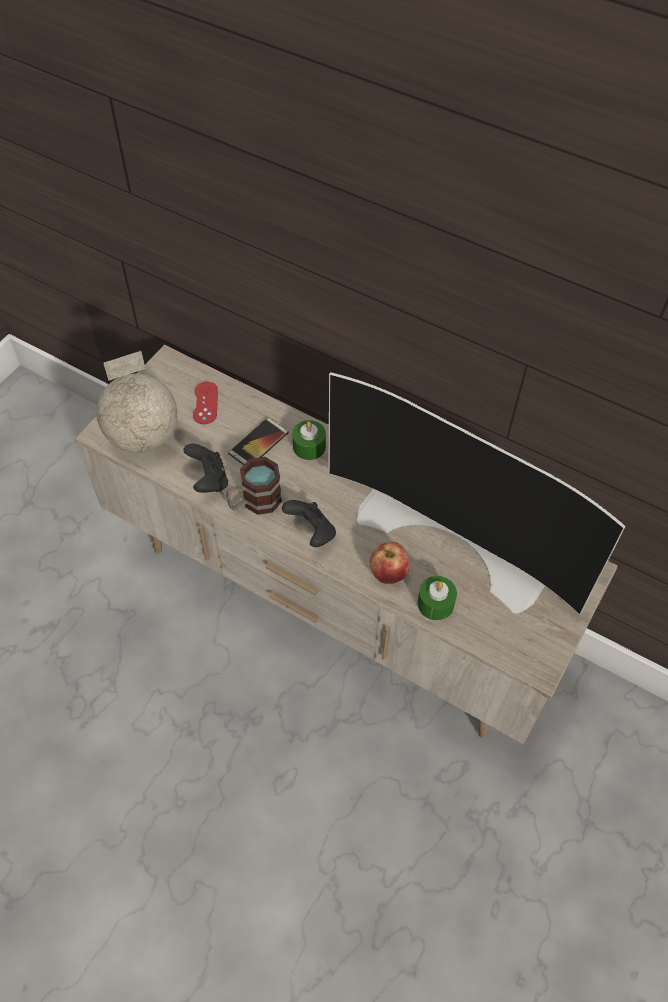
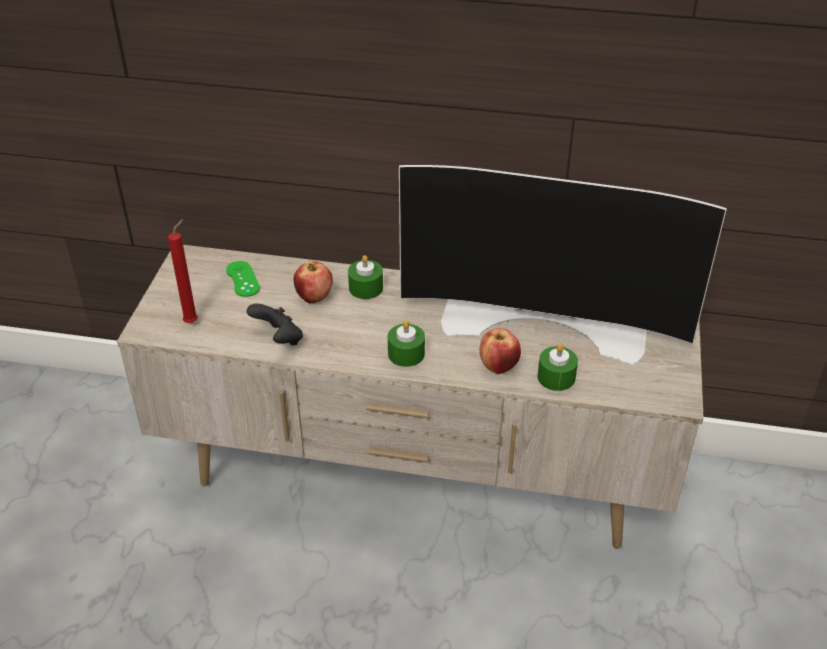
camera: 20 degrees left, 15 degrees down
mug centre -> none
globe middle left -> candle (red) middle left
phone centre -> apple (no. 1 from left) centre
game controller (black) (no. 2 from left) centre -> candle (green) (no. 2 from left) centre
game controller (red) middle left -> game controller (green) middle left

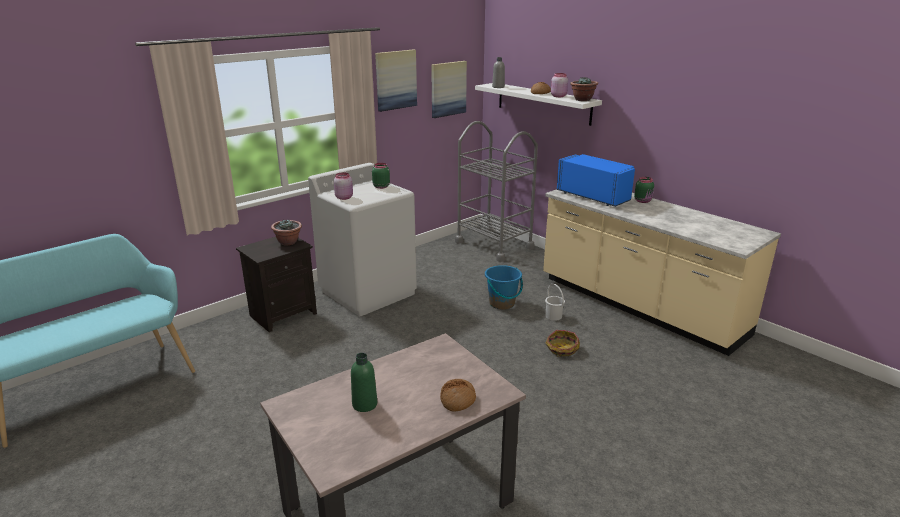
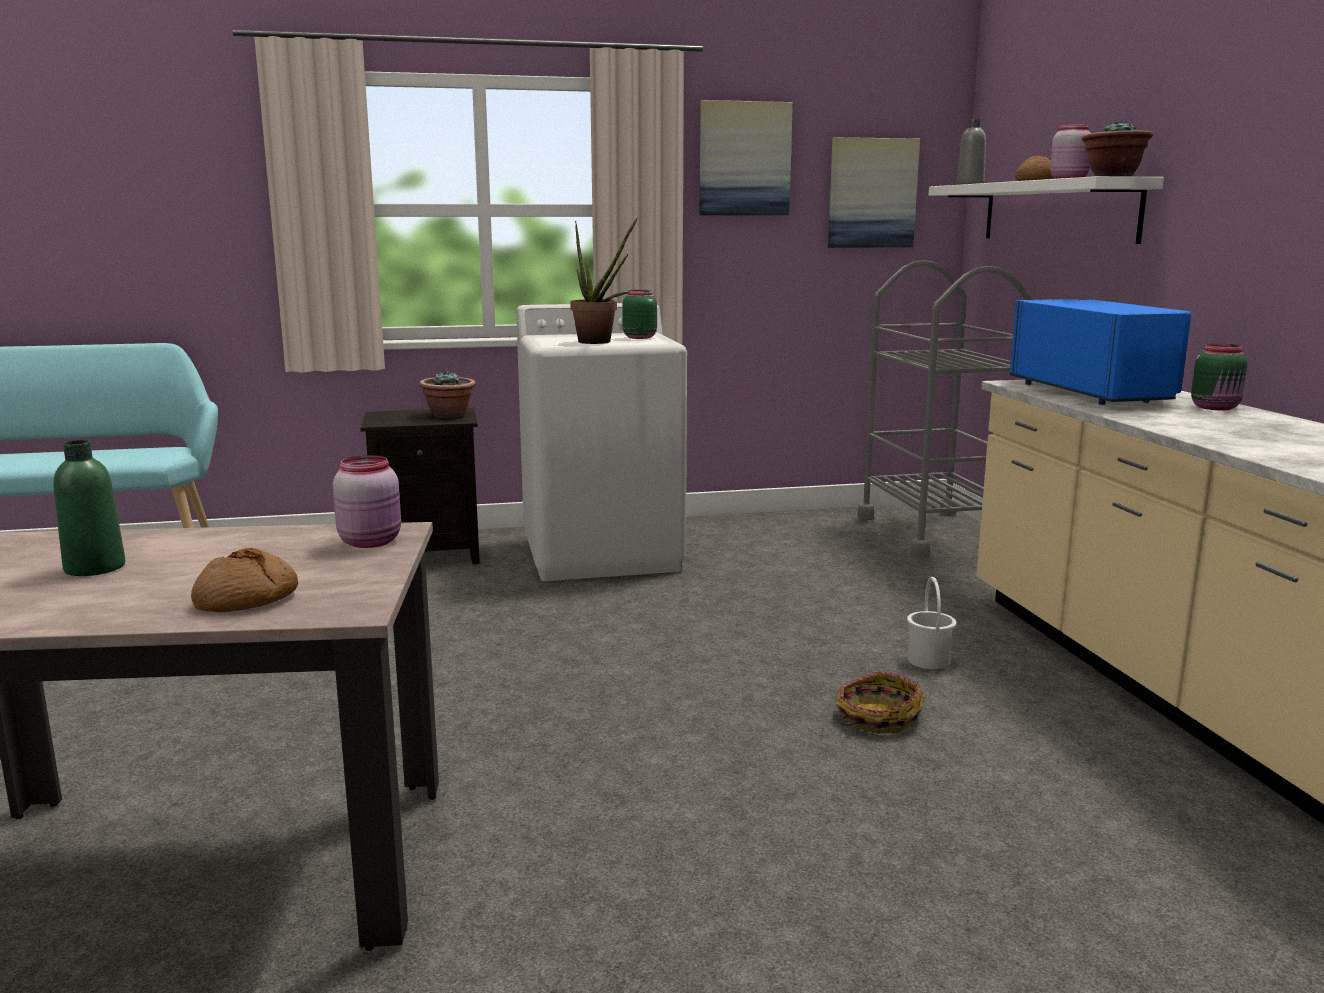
camera: 30 degrees right, 10 degrees down
bucket (blue) centre -> none
none -> potted plant (no. 2 from left) top centre
jar (pink) (no. 1 from left) centre -> jar (pink) (no. 1 from left) middle left, shifted

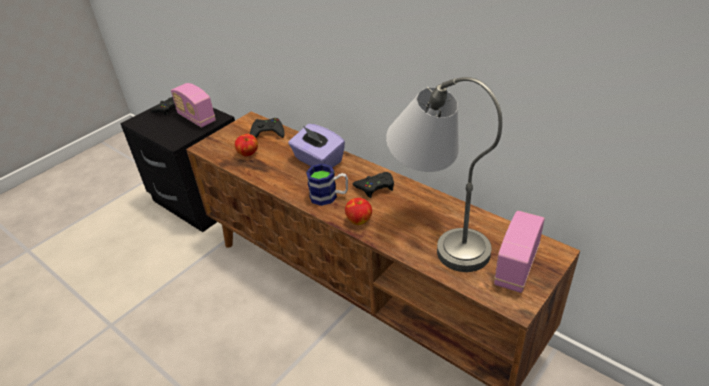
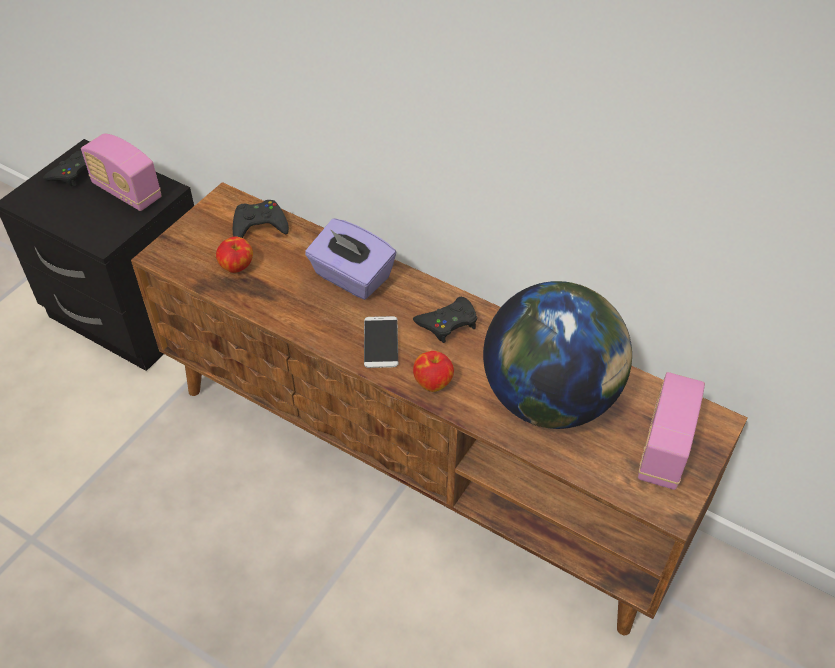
camera: 10 degrees left, 10 degrees up
mug centre -> phone centre
table lamp (grey) centre -> globe middle right

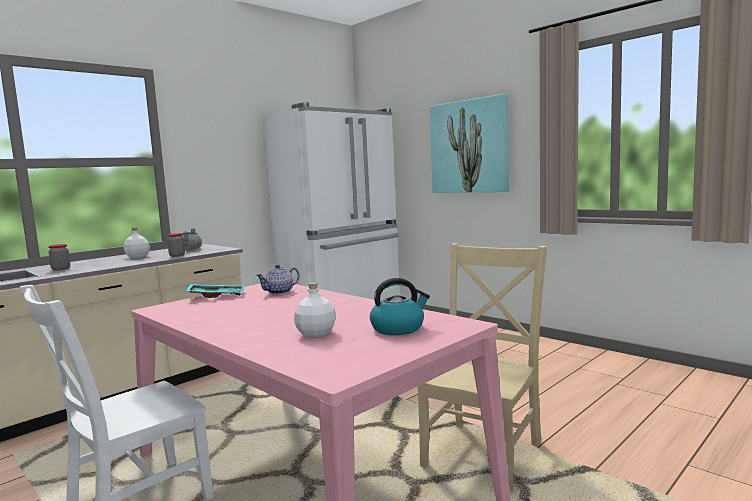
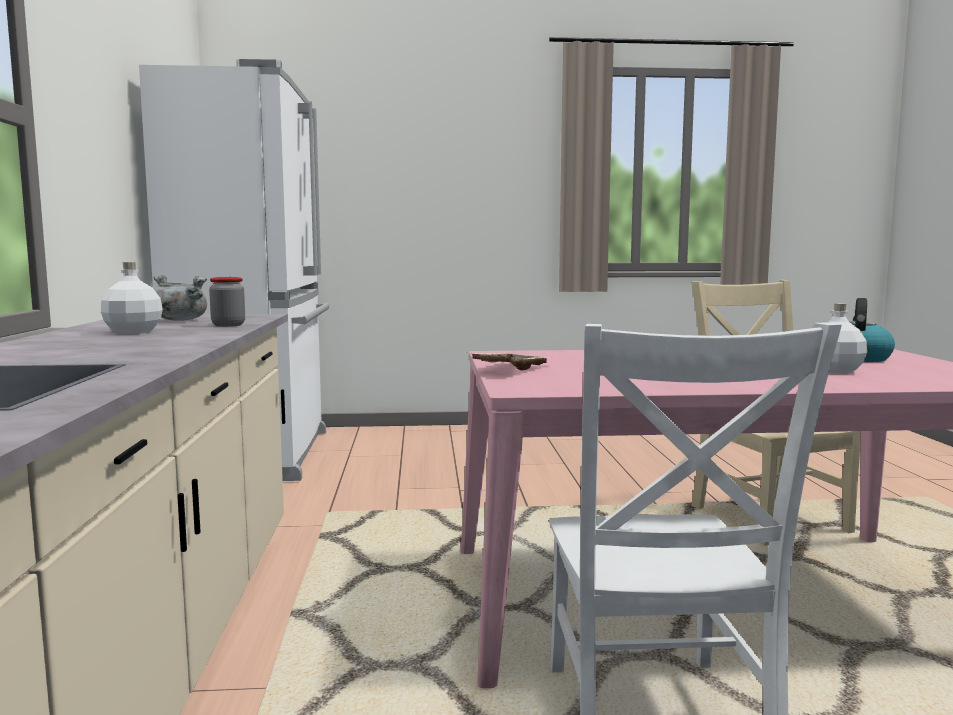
camera: 50 degrees left, 0 degrees up
jar (no. 1 from left) middle left -> none
teapot centre -> none
picture top centre -> none
tray (turquoise) middle left -> tray (beige) centre

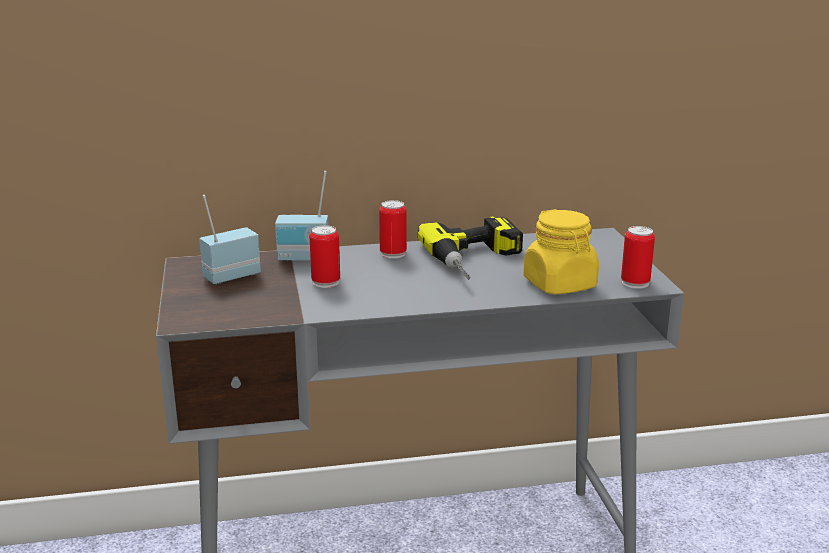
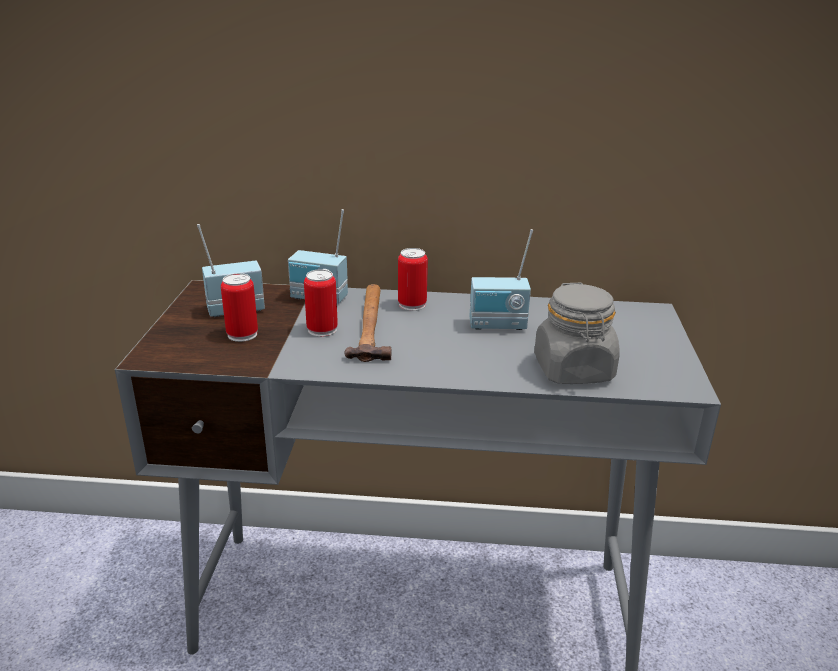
camera: 15 degrees right, 5 degrees up
none -> hammer centre
can (no. 3 from left in the first image) middle right -> can (no. 1 from left) middle left, shifted
power drill centre -> radio (no. 3 from left) centre
jar (yellow) middle right -> jar (grey) middle right

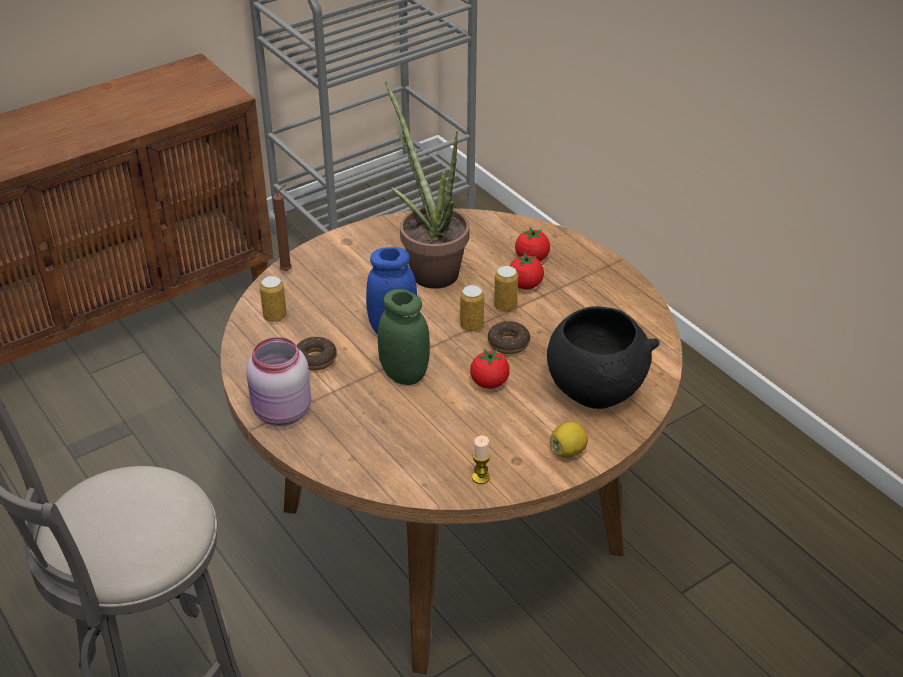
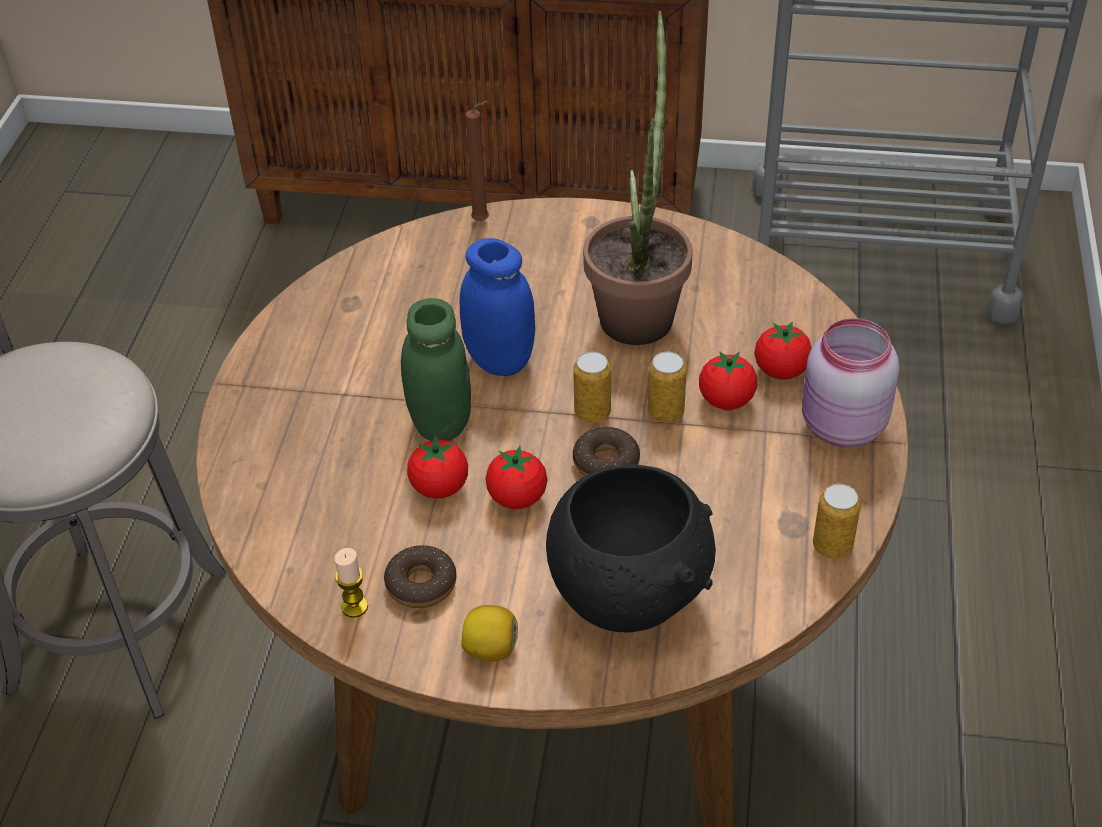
camera: 45 degrees right, 5 degrees up
none -> tomato (no. 1 from left) centre
jar (pink) middle left -> jar (pink) middle right, shifted
can (no. 1 from left in the first image) middle left -> can (no. 3 from left) middle right, shifted
donut (no. 1 from left) centre -> donut (no. 1 from left) bottom centre, shifted

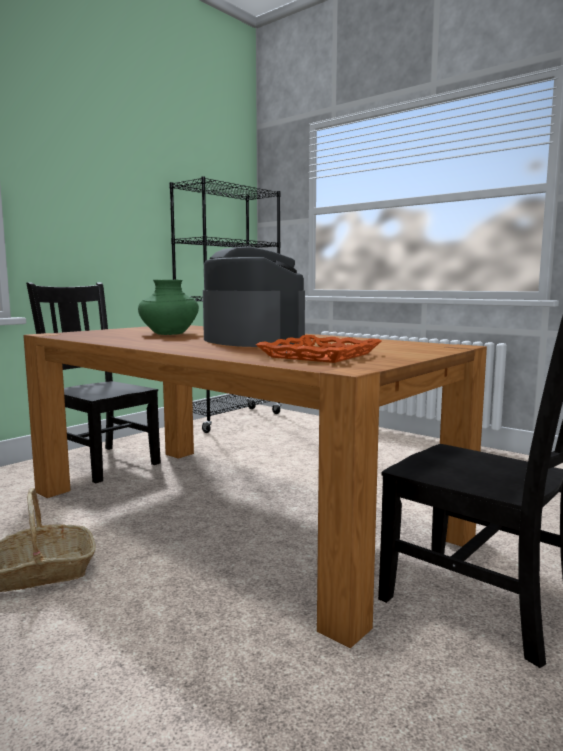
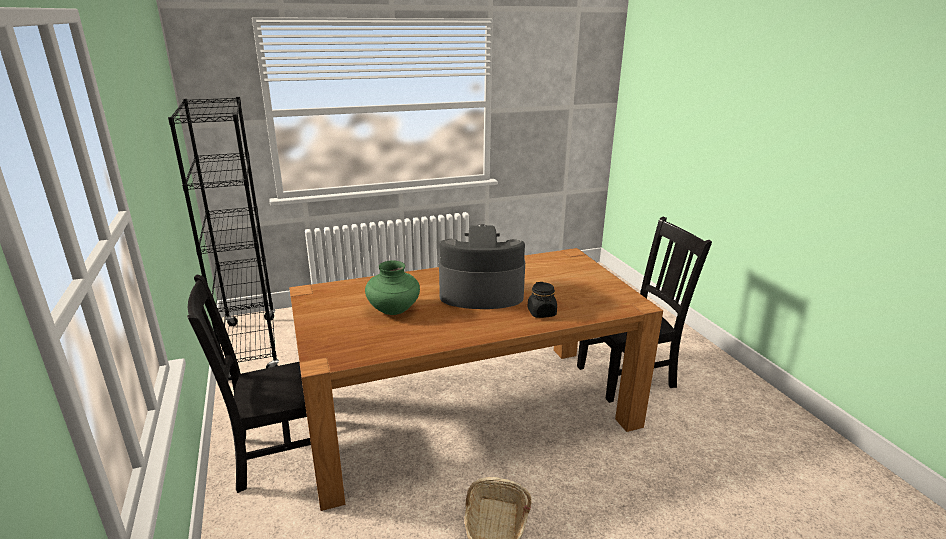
camera: 60 degrees left, 15 degrees up
tray (orange) centre -> none
none -> jar (black) centre

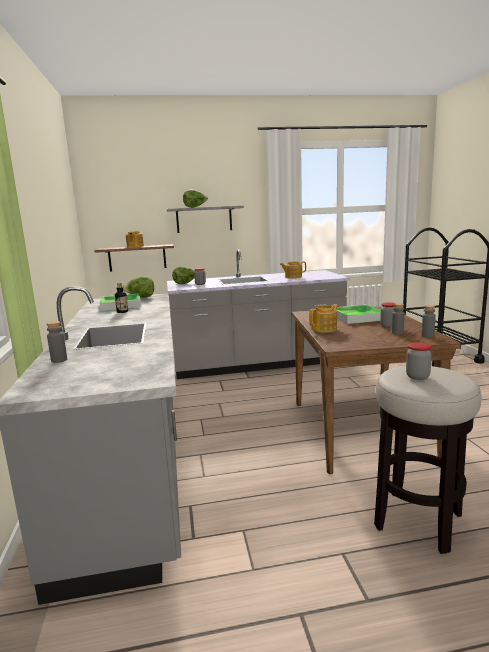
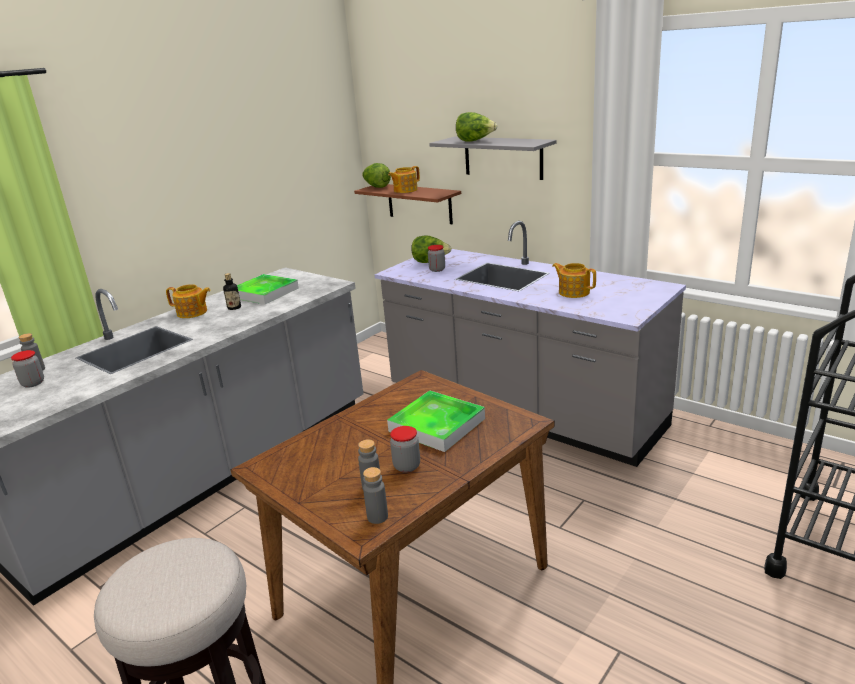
camera: 50 degrees right, 10 degrees up
lettuce (no. 1 from left) middle left -> lettuce (no. 1 from left) top centre, shifted
teapot (no. 3 from left in the first image) centre -> teapot (no. 1 from left) middle left, shifted
jar (no. 3 from left in the first image) middle right -> jar (no. 1 from left) middle left, shifted

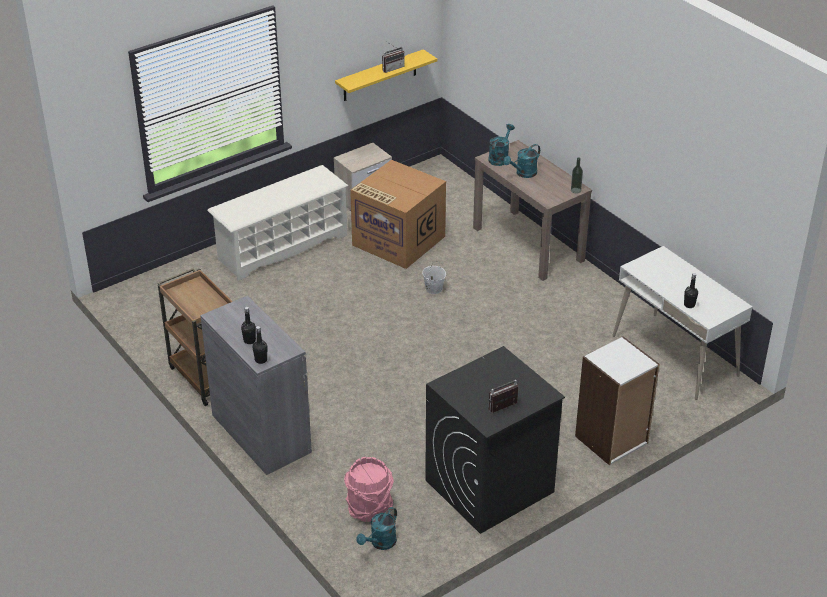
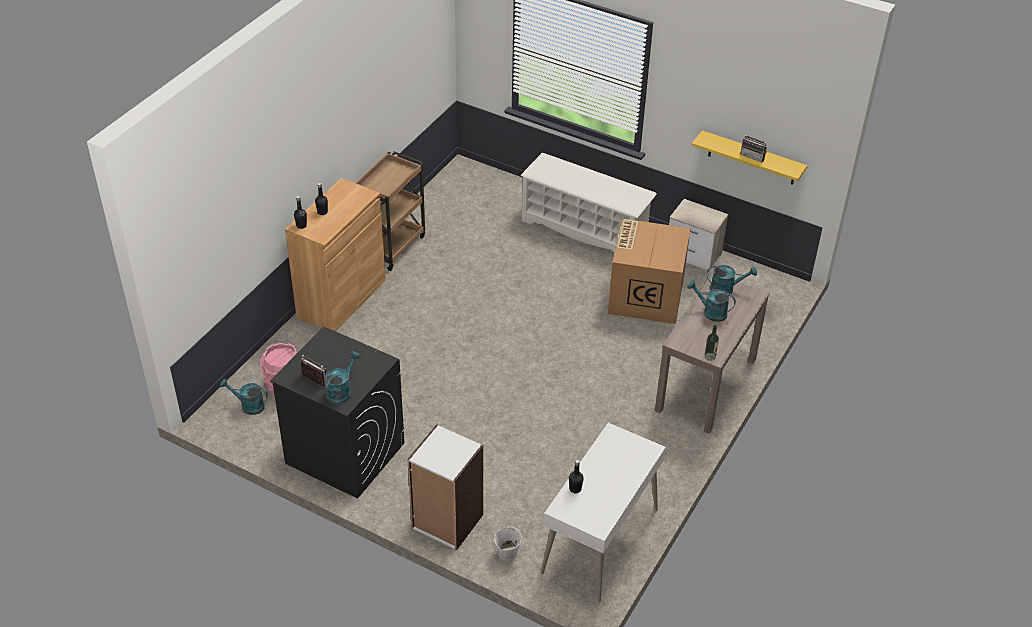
camera: 65 degrees right, 5 degrees up
none -> watering can (turquoise) (no. 2 from left) middle left
bucket (white) centre -> bucket (white) bottom centre, shifted
cabinet (grey) middle left -> cabinet (brown) middle left

